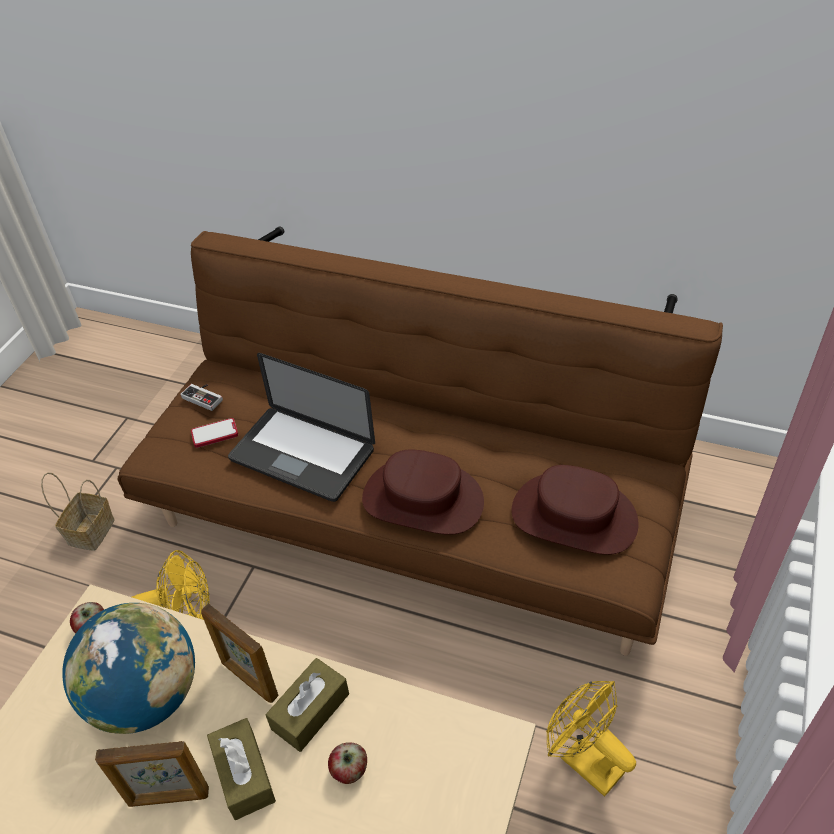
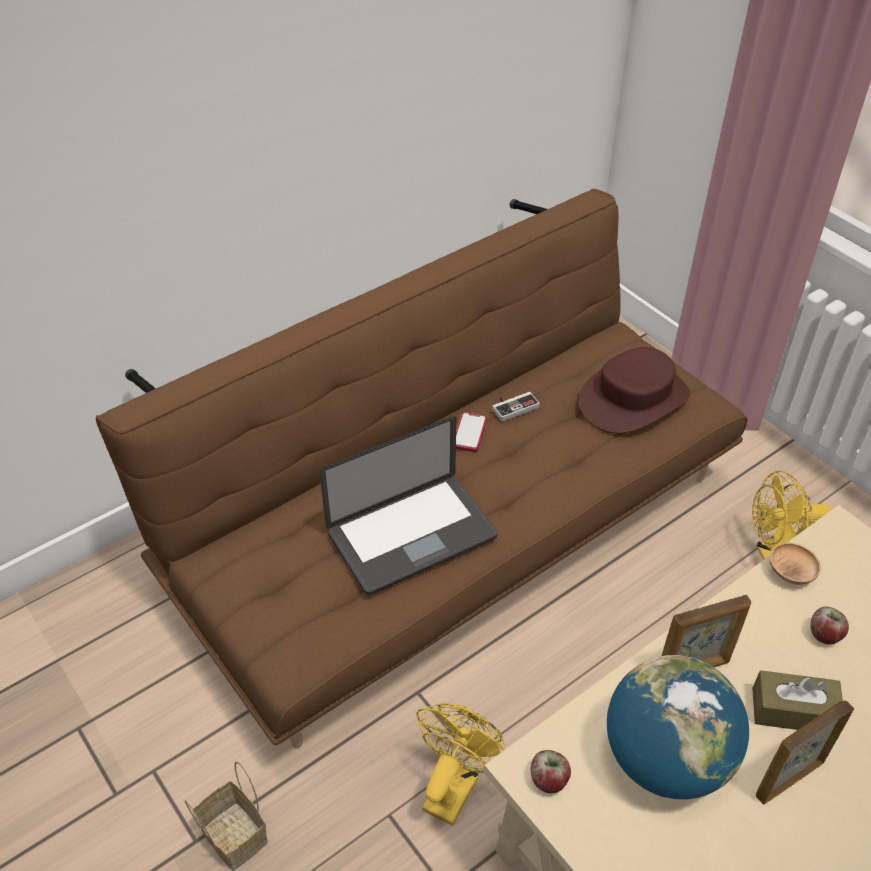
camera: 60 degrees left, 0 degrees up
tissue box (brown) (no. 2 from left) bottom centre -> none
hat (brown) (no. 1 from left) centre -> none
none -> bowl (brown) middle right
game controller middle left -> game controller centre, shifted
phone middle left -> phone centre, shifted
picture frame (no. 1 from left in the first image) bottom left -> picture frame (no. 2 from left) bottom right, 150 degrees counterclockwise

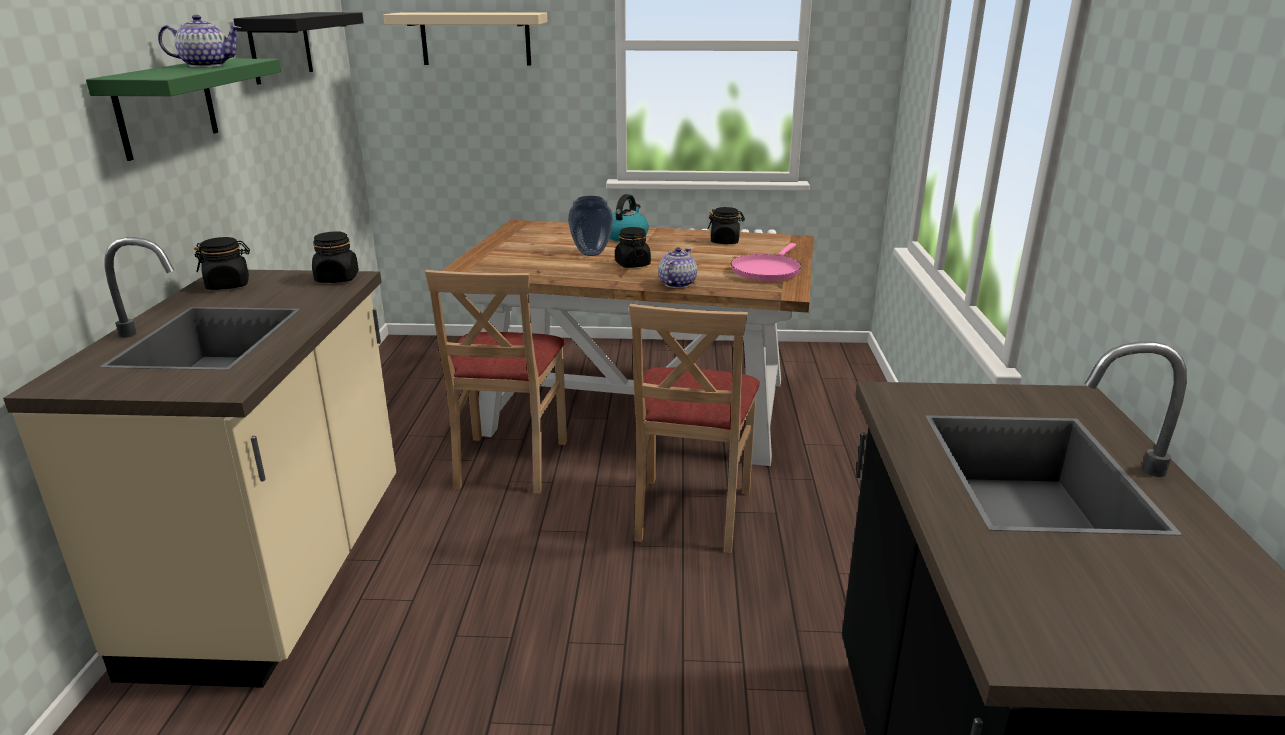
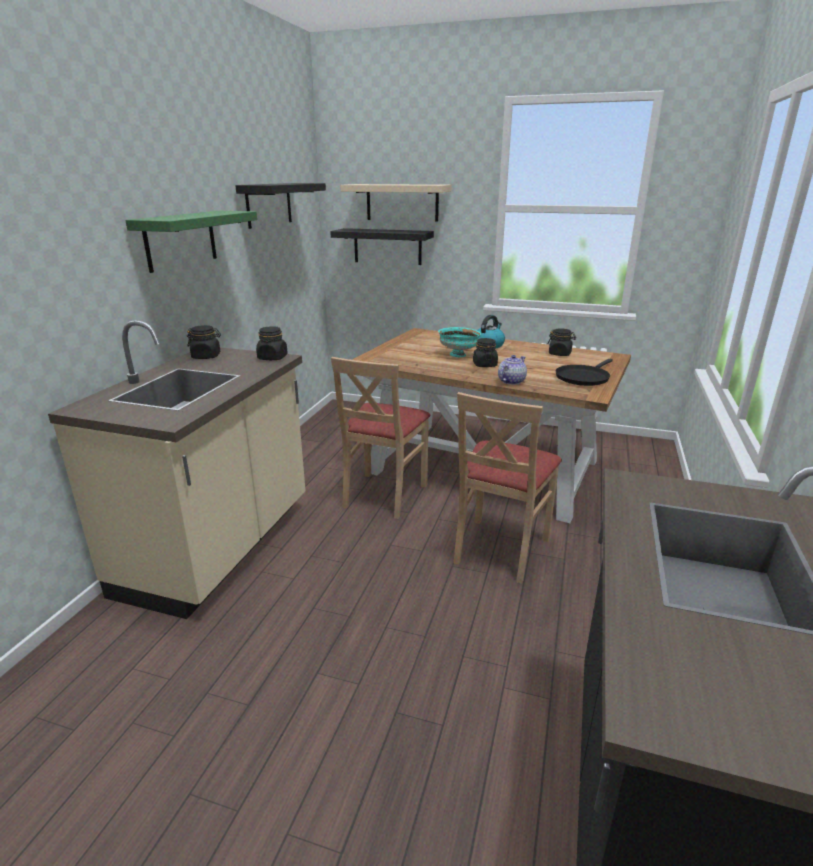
camera: 15 degrees right, 0 degrees up
teapot (no. 1 from left) top left -> none
none -> shelf (black) (no. 2 from left) top centre
vase top centre -> bowl (turquoise) centre
frying pan (pink) centre -> frying pan (black) middle right

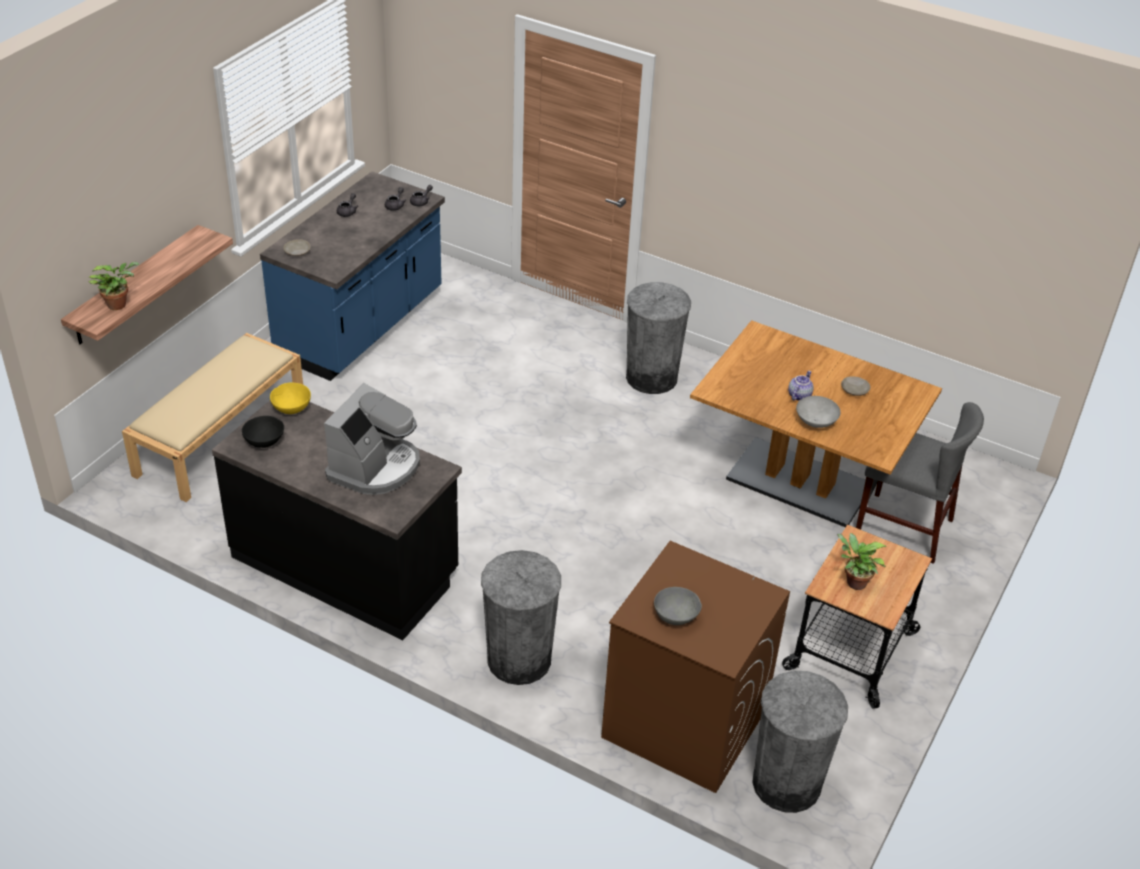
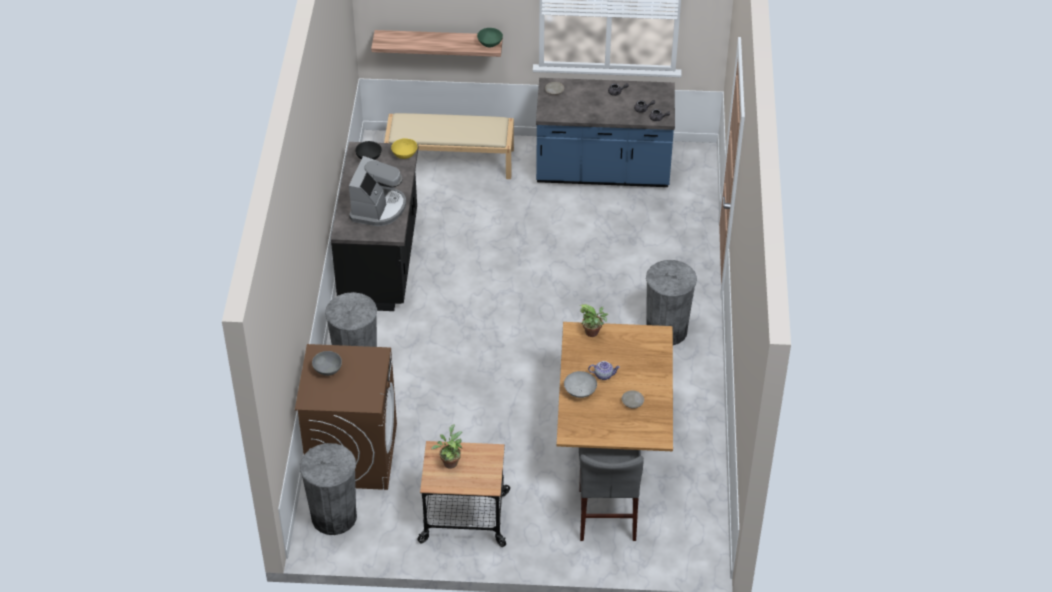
camera: 65 degrees right, 5 degrees up
none -> bowl (green) top centre
potted plant (no. 1 from left in the first image) top left -> potted plant (no. 2 from left) centre, shifted
coffee machine middle left -> coffee machine top centre, 75 degrees counterclockwise

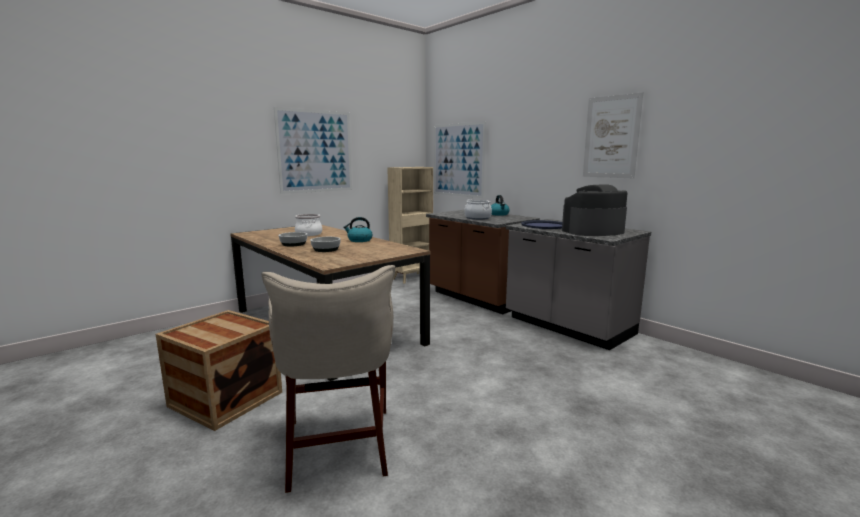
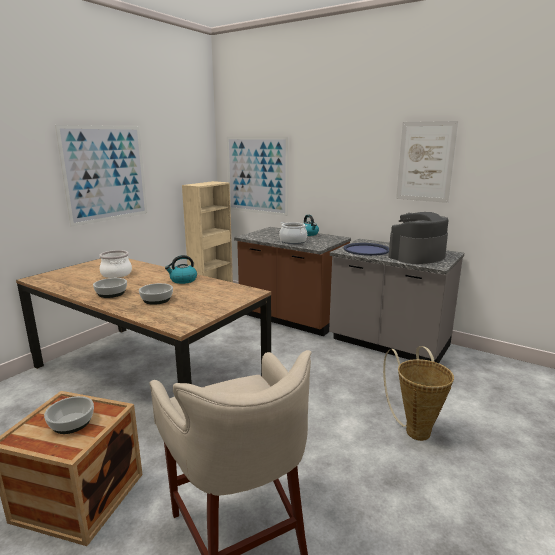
camera: 15 degrees left, 5 degrees up
none -> bowl (no. 1 from left) bottom left
none -> basket bottom right

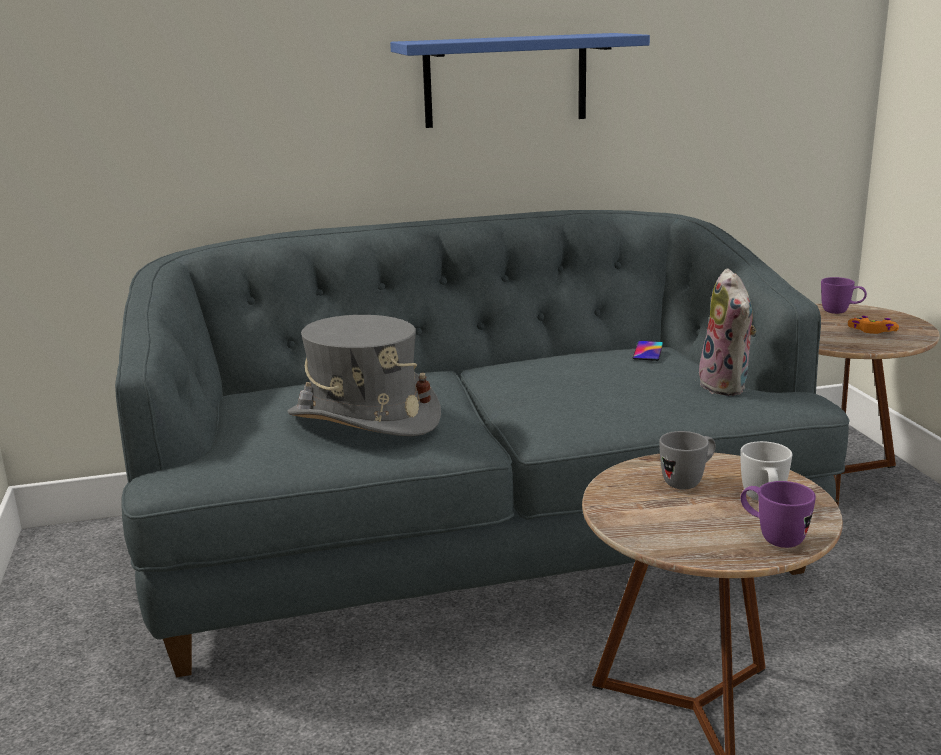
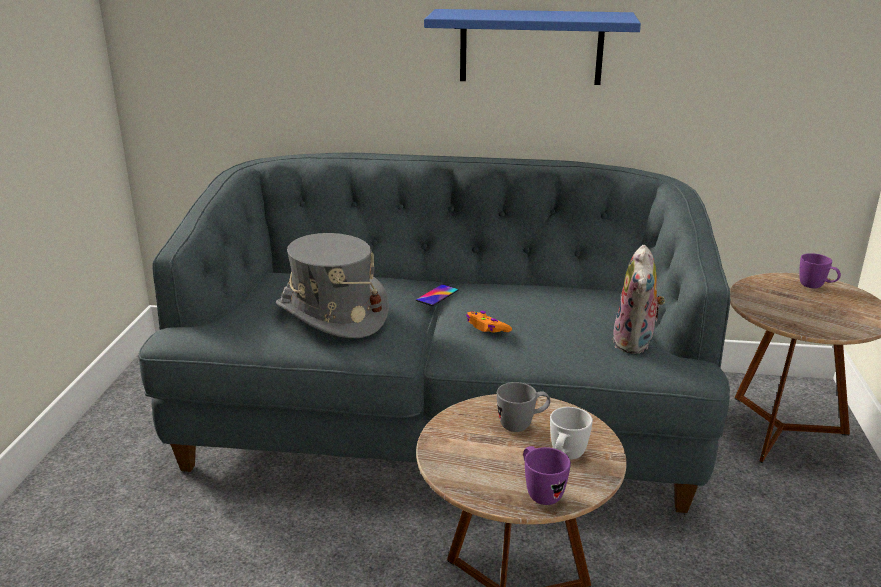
camera: 20 degrees right, 5 degrees up
phone middle right -> phone centre, shifted
game controller (orange) middle right -> game controller (orange) centre, shifted

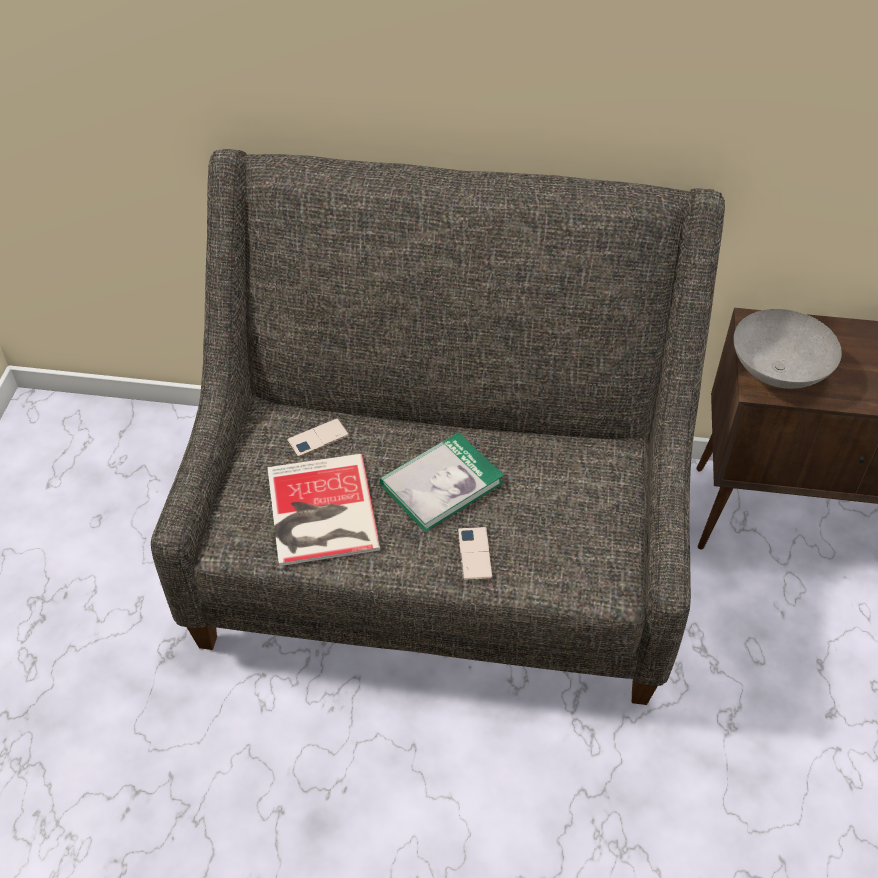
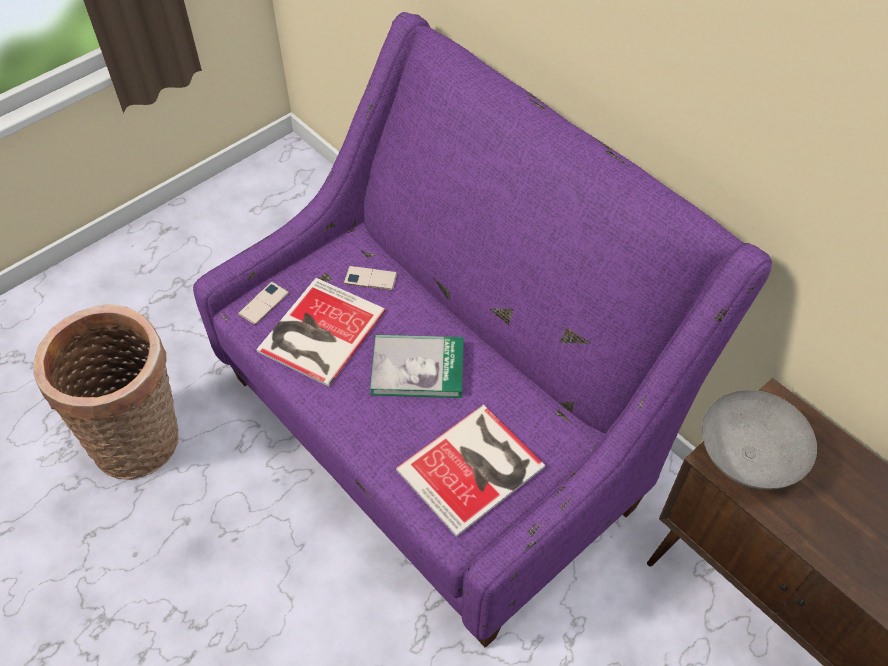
camera: 40 degrees right, 5 degrees up
none -> basket middle left
none -> book (no. 3 from left) bottom centre
phone (no. 2 from left in the first image) centre -> phone (no. 1 from left) middle left, shifted
sofa (grey) centre -> sofa (purple) centre

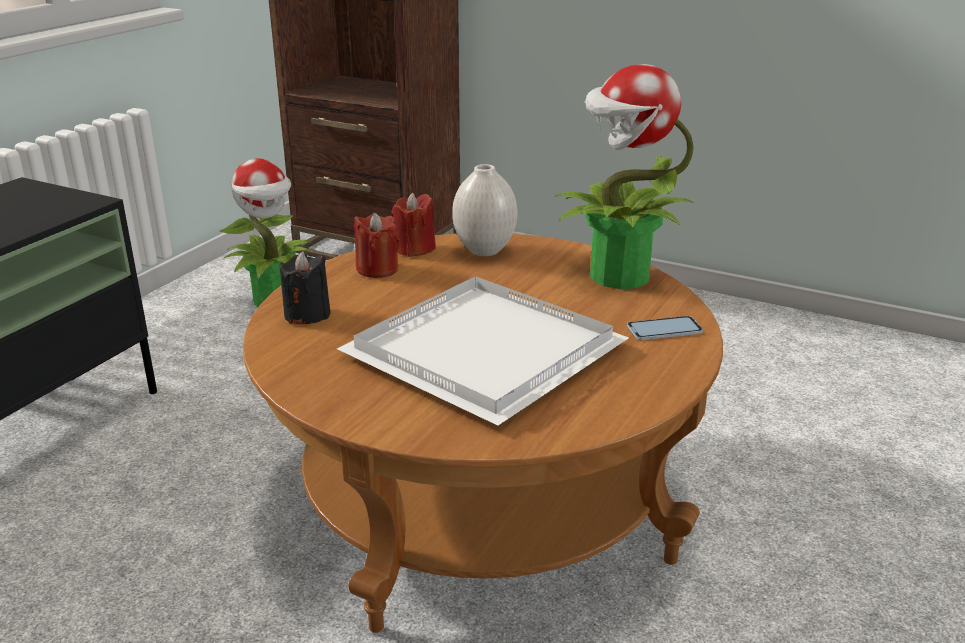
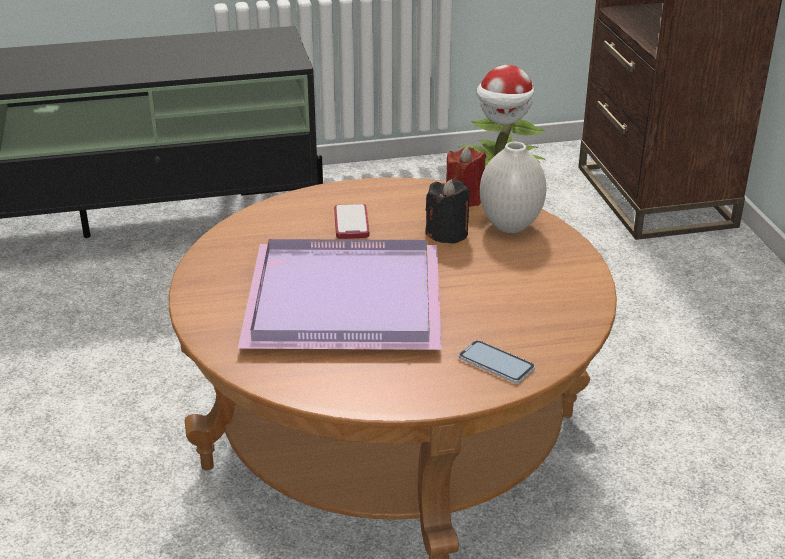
camera: 50 degrees right, 5 degrees up
candle (red) (no. 1 from left) centre -> none
potted plant (no. 2 from left) top centre -> none
none -> phone (no. 1 from left) centre
candle (black) middle left -> candle (black) centre, shifted
tray (white) centre -> tray (purple) centre

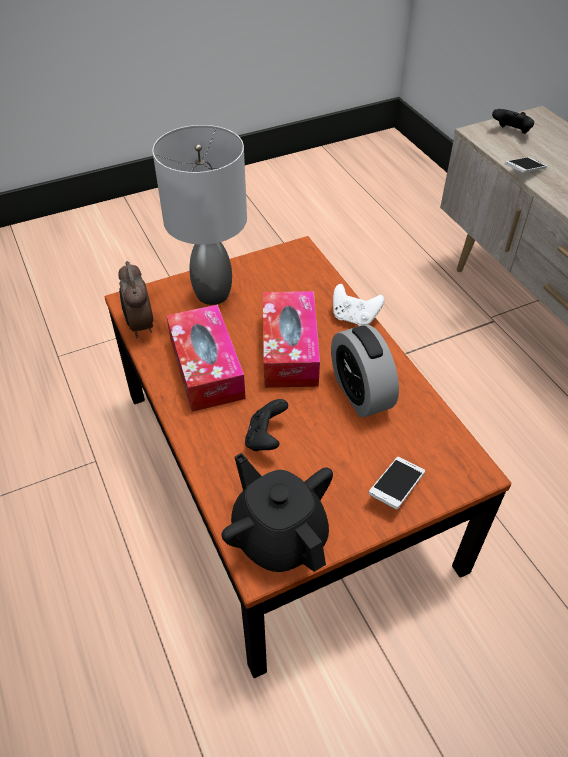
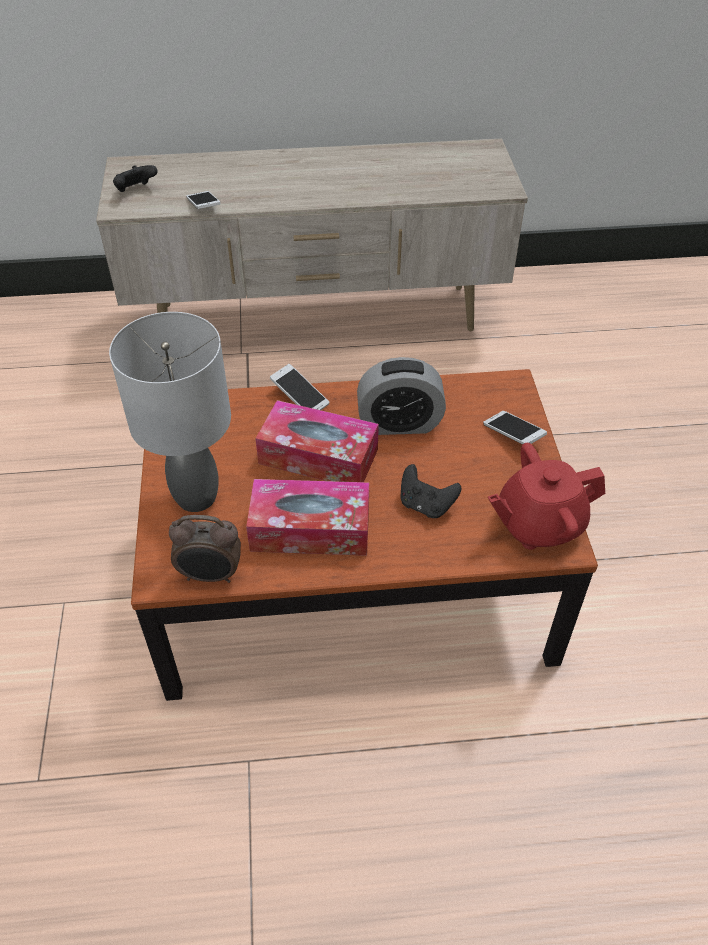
camera: 70 degrees left, 0 degrees up
game controller (white) centre -> phone (no. 2 from left) centre
teapot (black) bottom centre -> teapot (red) middle right

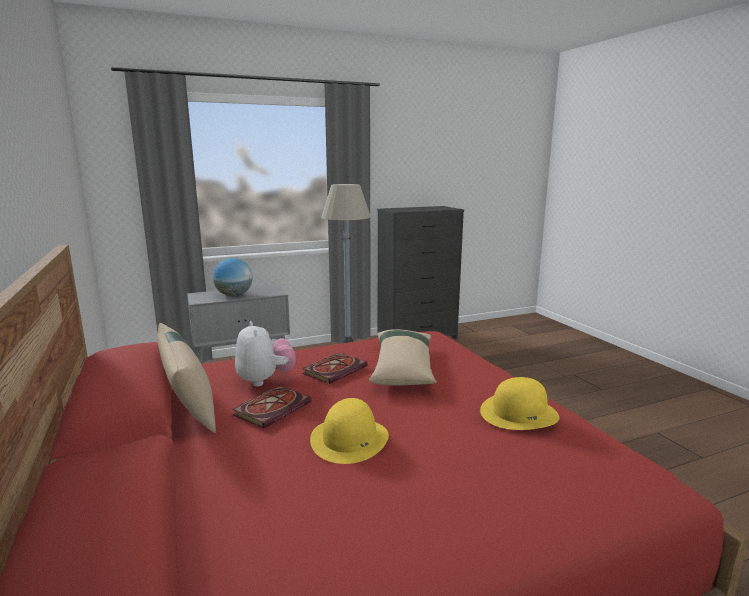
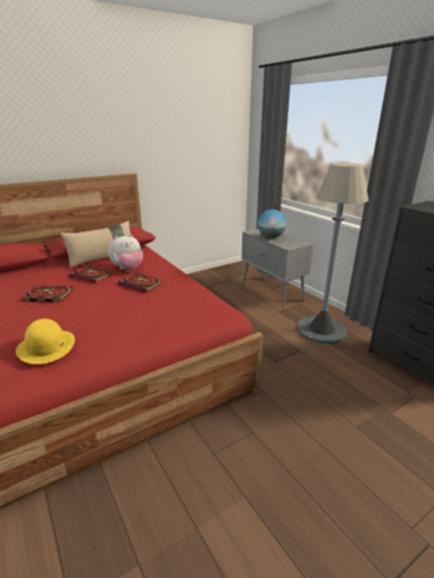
camera: 80 degrees right, 10 degrees up
pillow (beige) (no. 2 from left) centre -> none
hat (yellow) (no. 1 from left) bottom centre -> book (no. 1 from left) middle left

